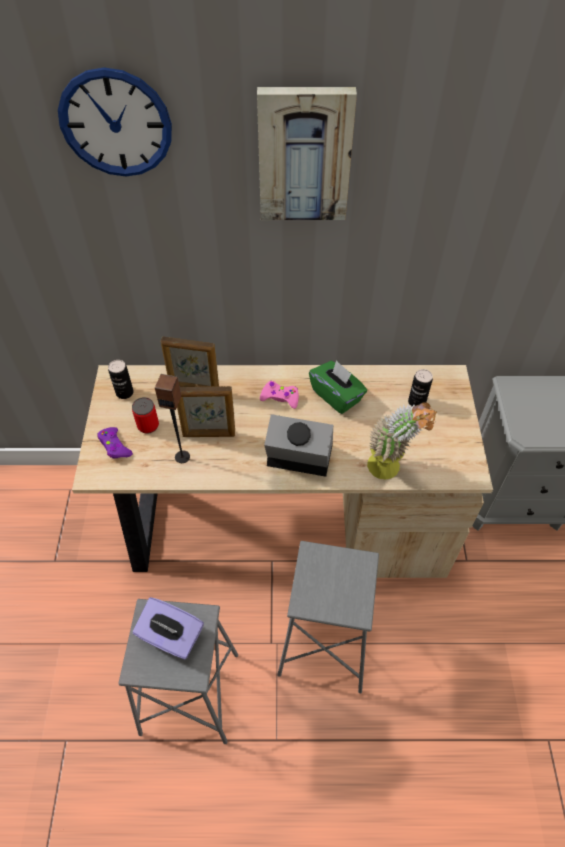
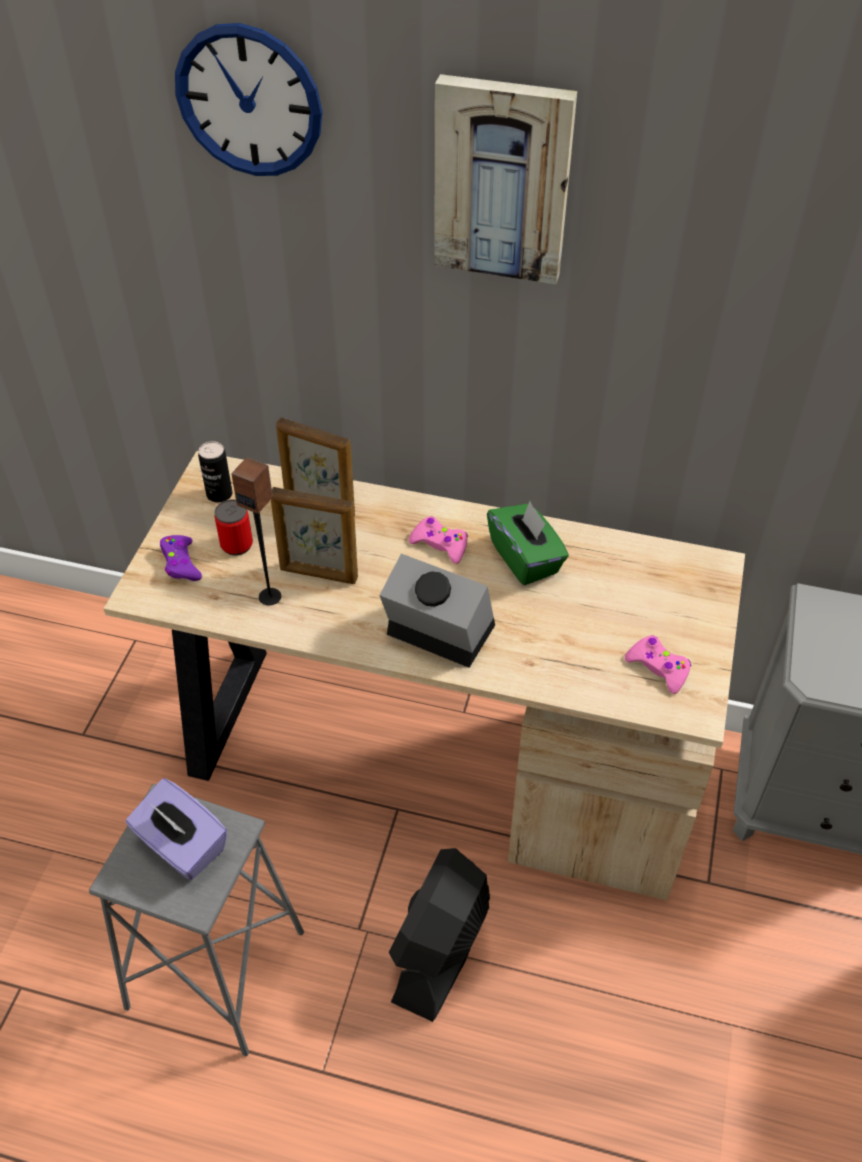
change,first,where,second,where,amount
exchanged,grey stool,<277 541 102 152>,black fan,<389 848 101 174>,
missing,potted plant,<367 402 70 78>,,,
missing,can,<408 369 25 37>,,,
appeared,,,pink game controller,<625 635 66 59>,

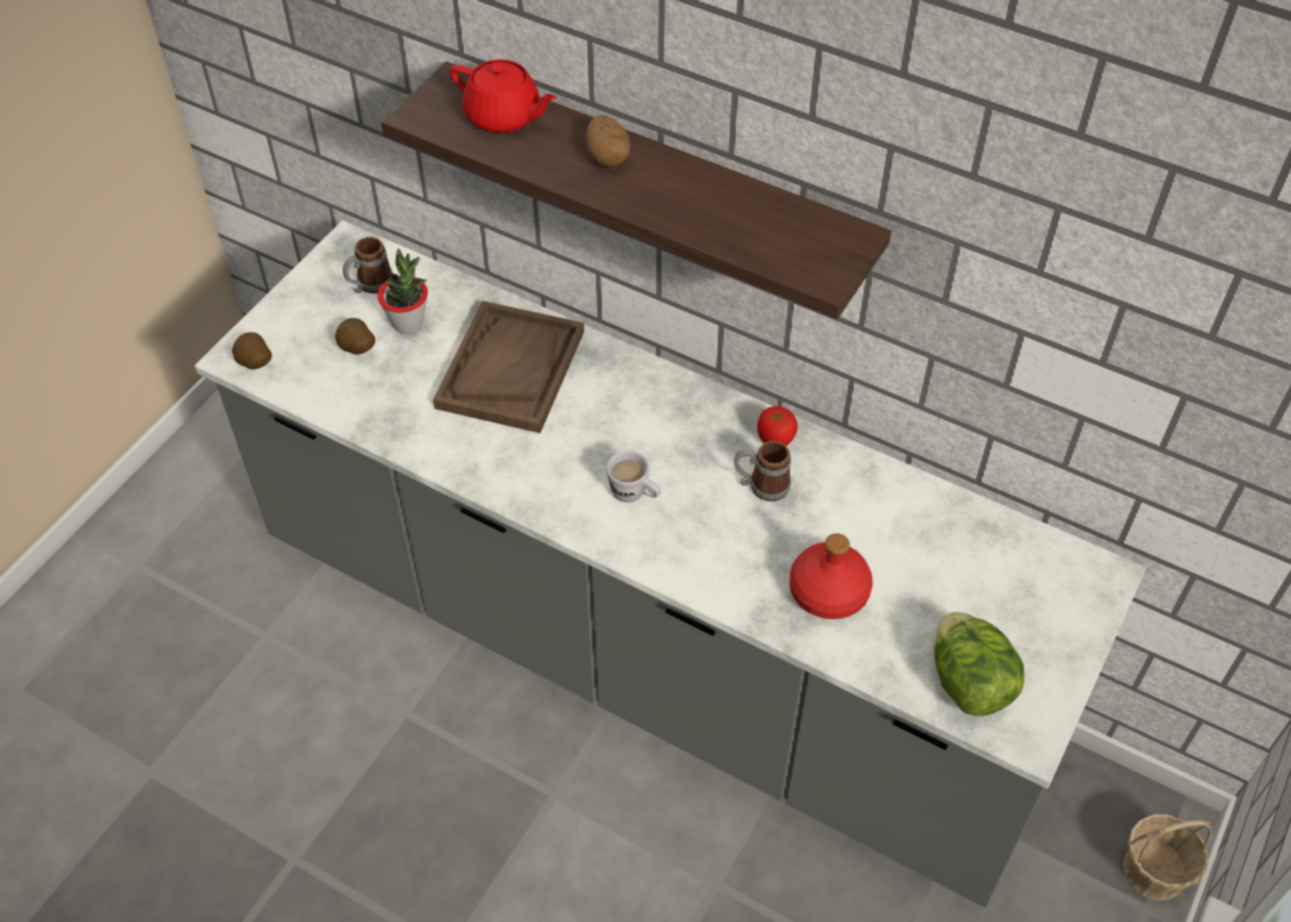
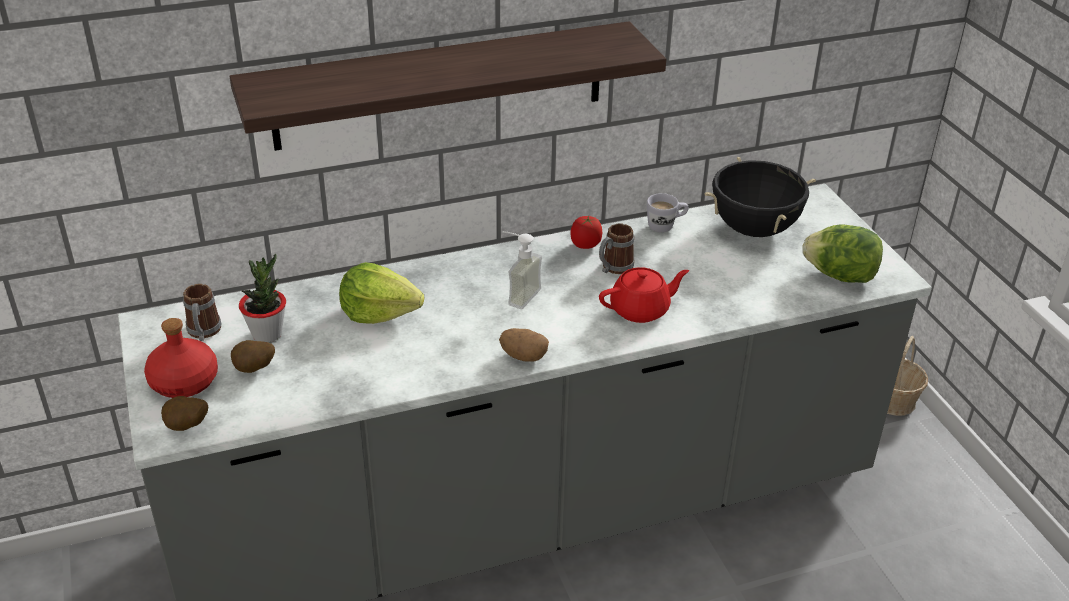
change,first,where,second,where,amount
exchanged,brown tray,<433 301 151 132>,lettuce,<339 262 85 62>,
relocated,red teapot,<450 59 107 74>,,<599 267 90 56>,
relocated,potato,<586 115 44 52>,,<499 328 50 34>,
relocated,white mug,<606 450 55 53>,,<647 193 42 39>,
relocated,red bottle,<790 534 83 85>,,<144 318 74 80>,
appeared,,,soap dispenser,<502 231 40 78>,
appeared,,,black cooking pot,<704 157 112 80>,

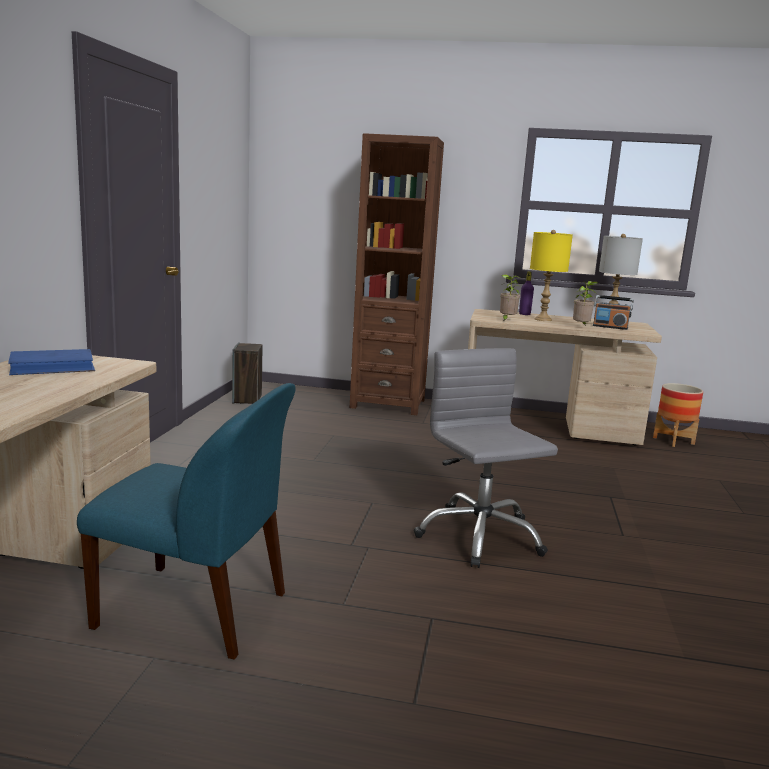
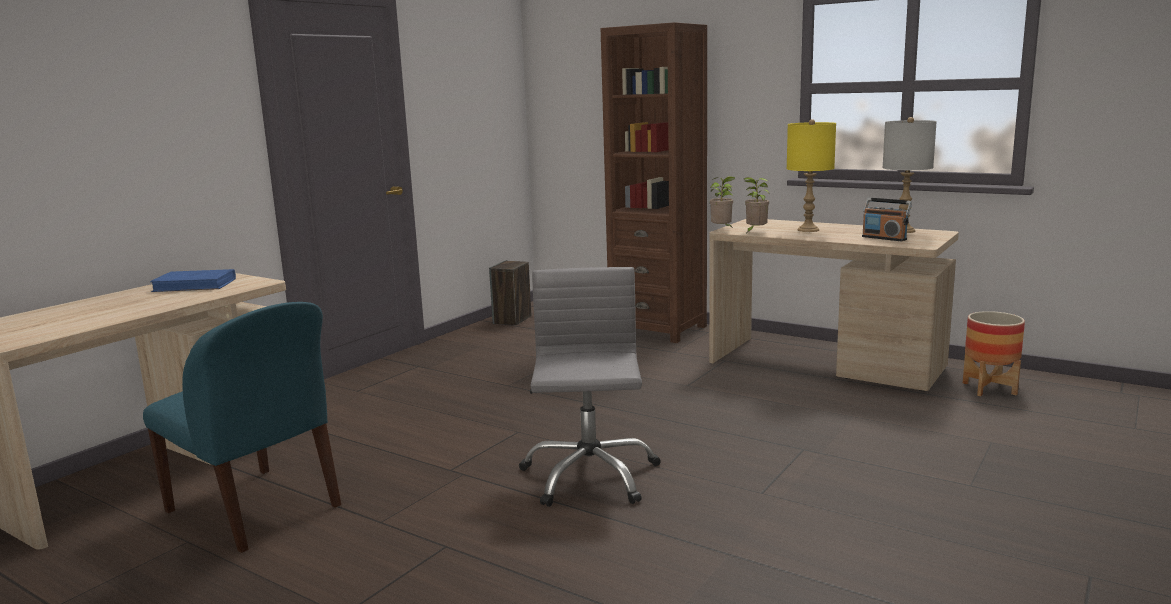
change,first,where,second,where,amount
missing,purple bottle,<519 271 15 44>,,,
relocated,potted plant,<573 281 25 45>,,<710 176 26 51>,

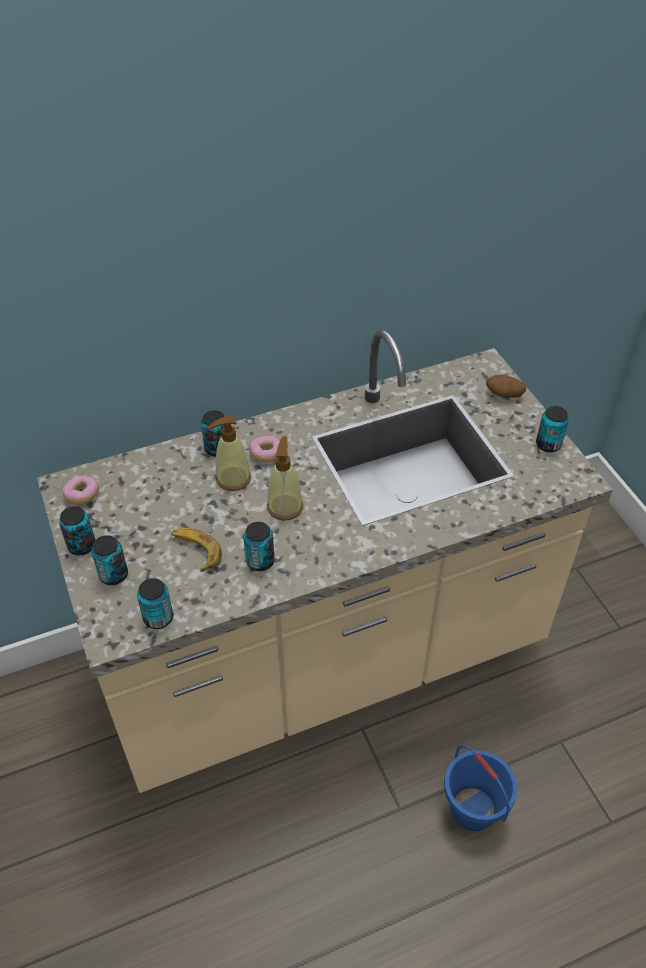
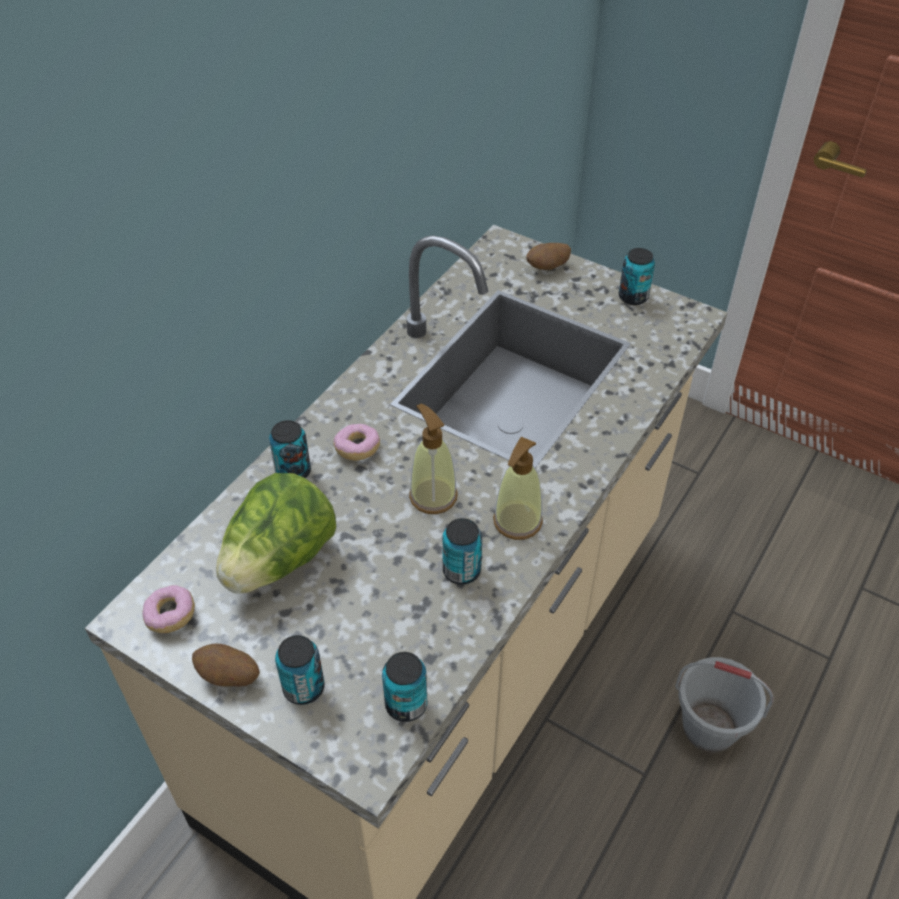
change,first,where,second,where,amount
exchanged,can,<59 506 36 49>,potato,<192 644 68 43>,
missing,banana,<171 528 51 44>,,,
relocated,soap dispenser,<208 416 43 75>,,<493 437 50 103>,
colour,blue bucket,<444 744 73 87>,grey bucket,<675 657 99 95>,
appeared,,,lettuce,<216 473 120 121>,

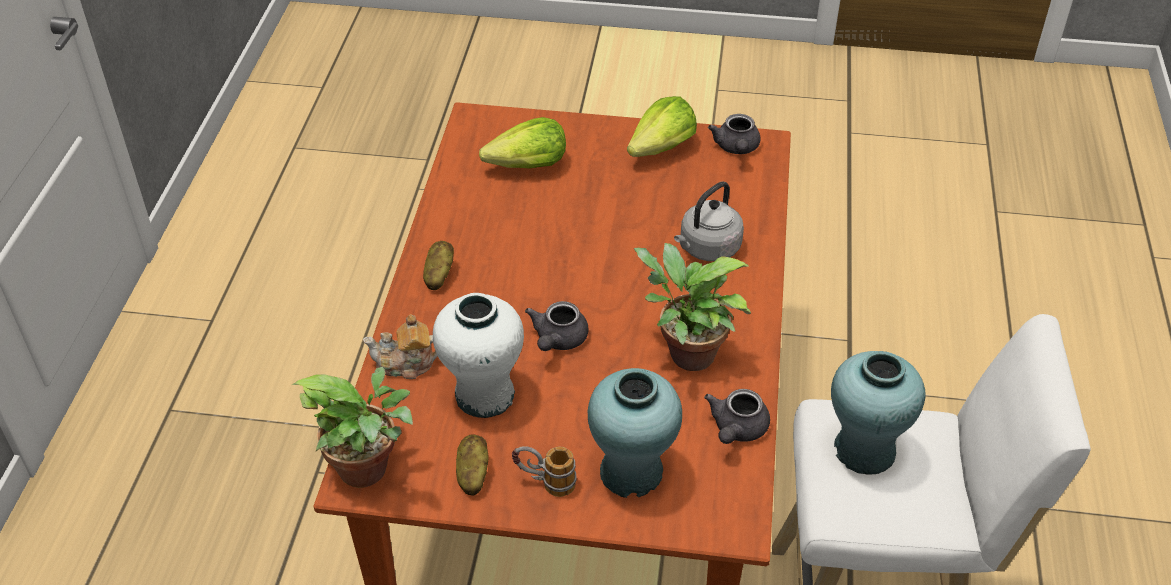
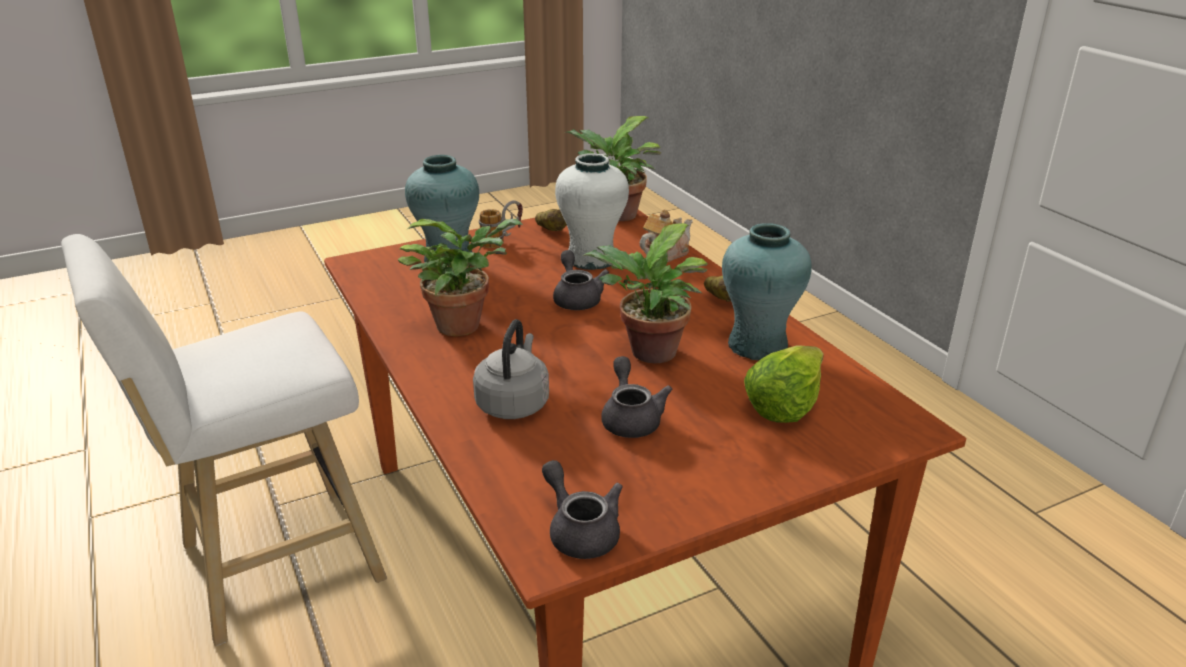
change,first,where,second,where,amount
missing,lettuce,<627 96 70 61>,,,
relocated,grey teapot,<704 389 66 55>,,<601 356 71 82>,
relocated,turquoise vase,<831 351 95 123>,,<722 223 90 137>,
appeared,,,potted plant,<583 223 125 141>,

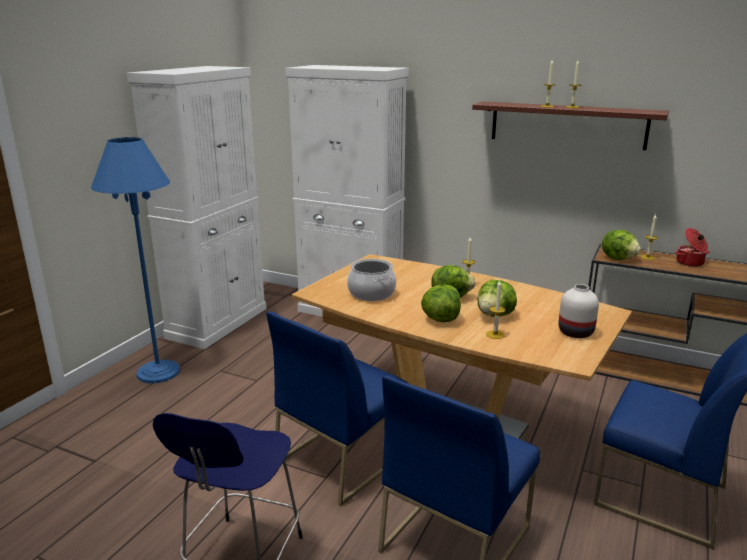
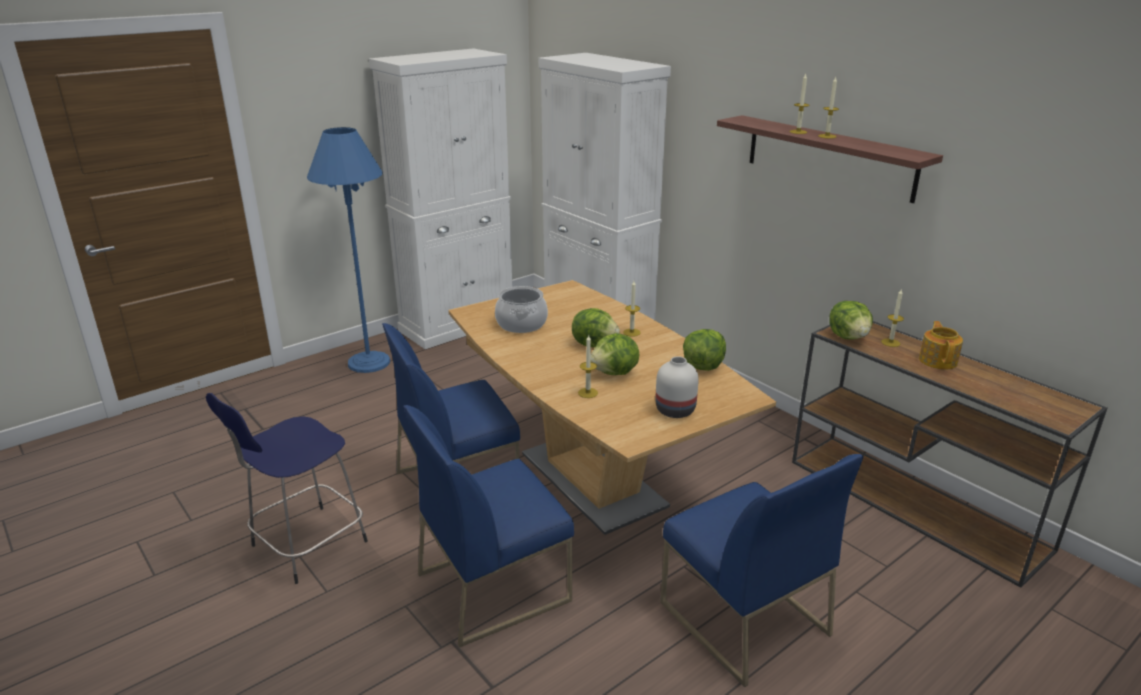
change,first,where,second,where,amount
relocated,lettuce,<421 284 40 38>,,<683 329 43 42>,
exchanged,cooking pot,<675 228 34 39>,teapot,<919 321 44 49>,

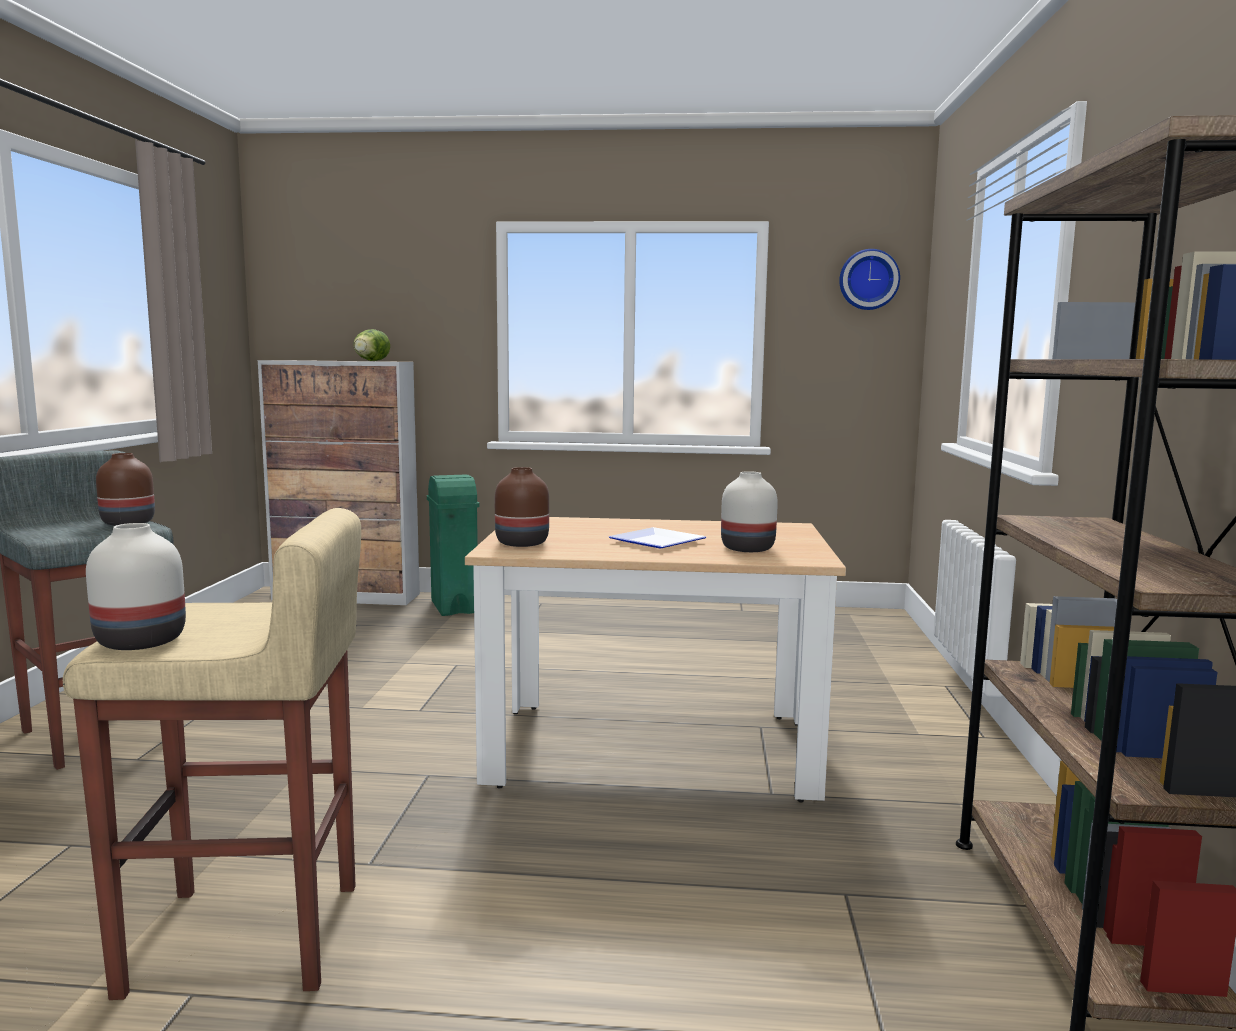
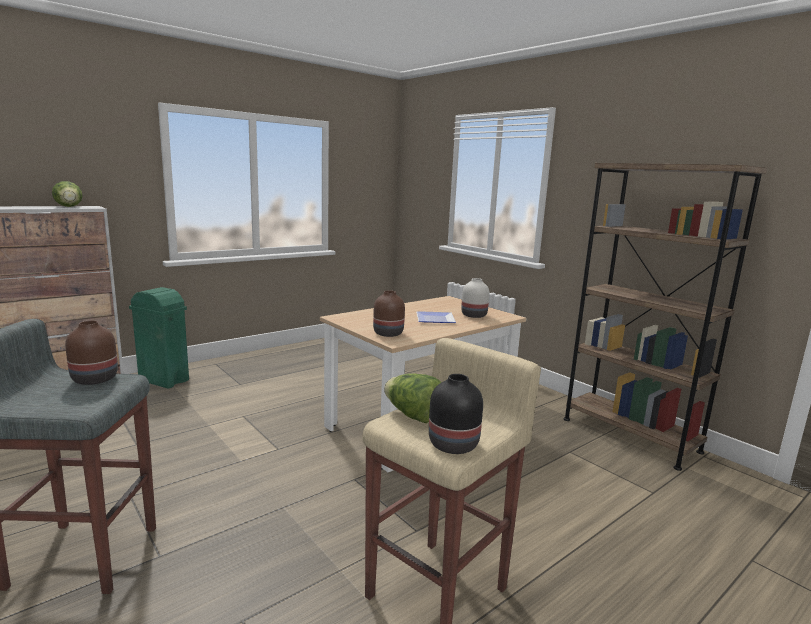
change,first,where,second,where,amount
colour,white vase,<86 523 100 127>,black vase,<429 374 54 80>,
missing,wall clock,<839 249 61 61>,,,
appeared,,,lettuce,<384 373 57 50>,

